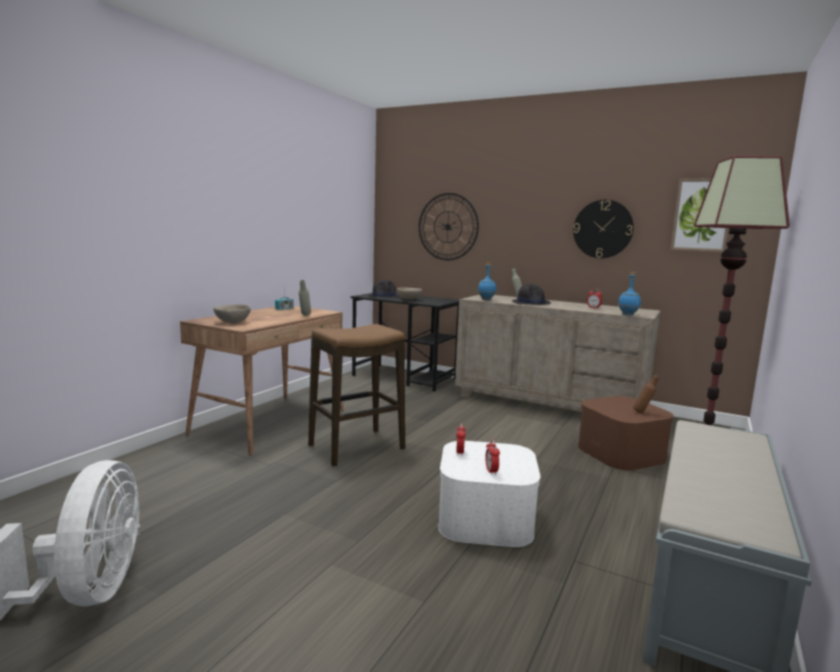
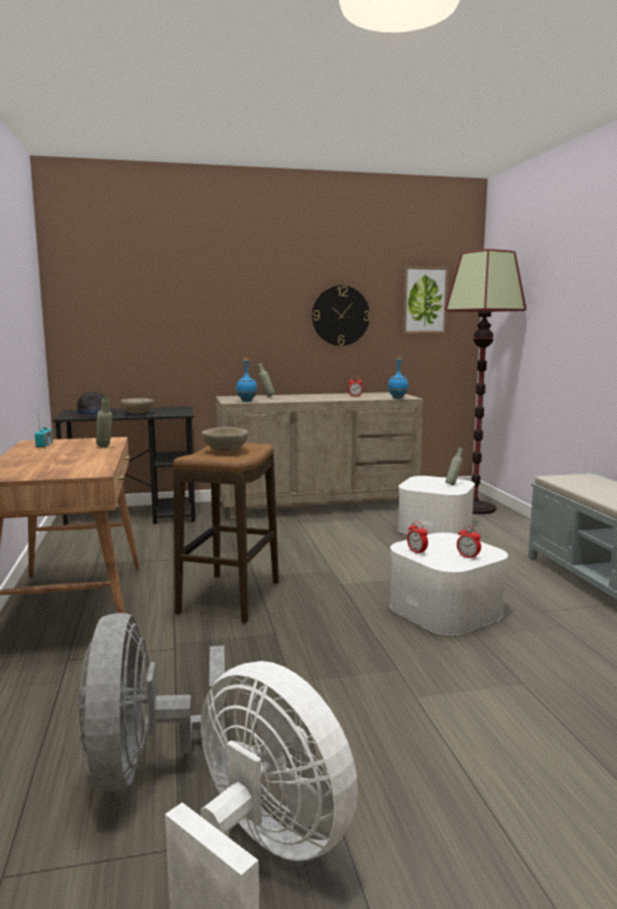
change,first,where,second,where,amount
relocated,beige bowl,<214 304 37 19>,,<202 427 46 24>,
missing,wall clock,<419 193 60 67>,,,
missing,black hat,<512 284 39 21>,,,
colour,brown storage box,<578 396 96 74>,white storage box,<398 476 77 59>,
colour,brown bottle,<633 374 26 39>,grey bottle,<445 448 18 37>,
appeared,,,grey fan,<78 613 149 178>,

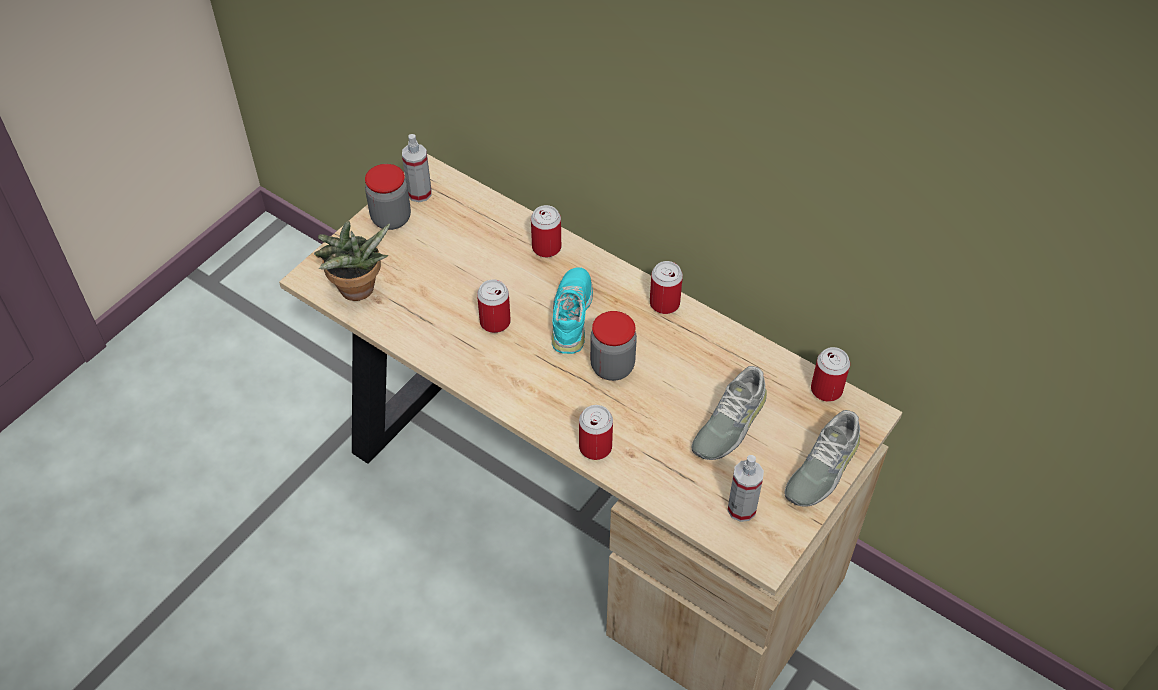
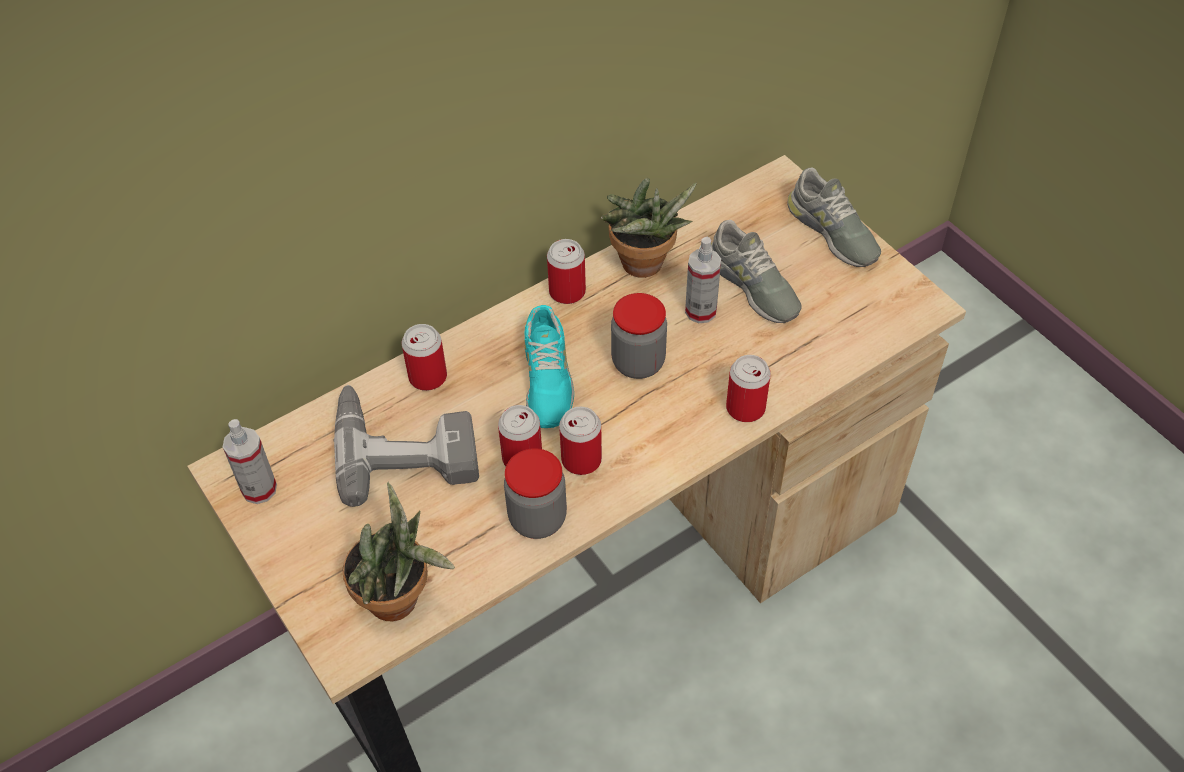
change,first,where,second,where,amount
relocated,jar,<365 164 46 66>,,<504 448 63 91>,
spun,turquoise shoe,<551 268 42 86>,,<525 305 49 123>,120 degrees counterclockwise
relocated,spray bottle,<727 455 37 67>,,<685 237 36 86>,
relocated,can,<811 347 39 55>,,<559 407 43 68>,
appeared,,,power drill,<334 385 145 122>,
appeared,,,potted plant,<601 178 96 100>,

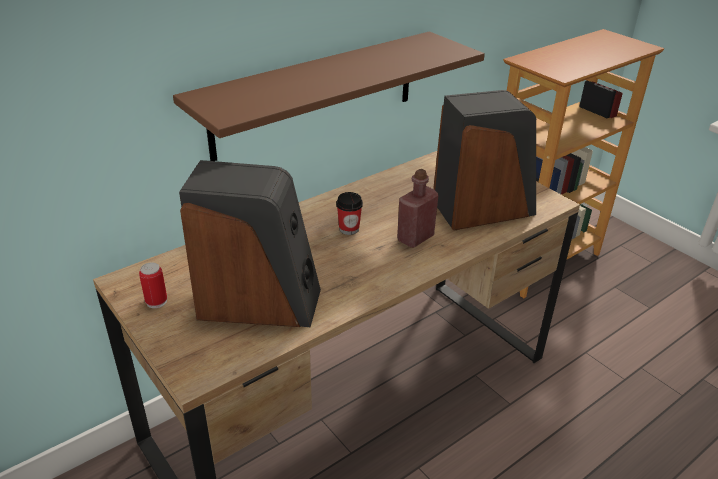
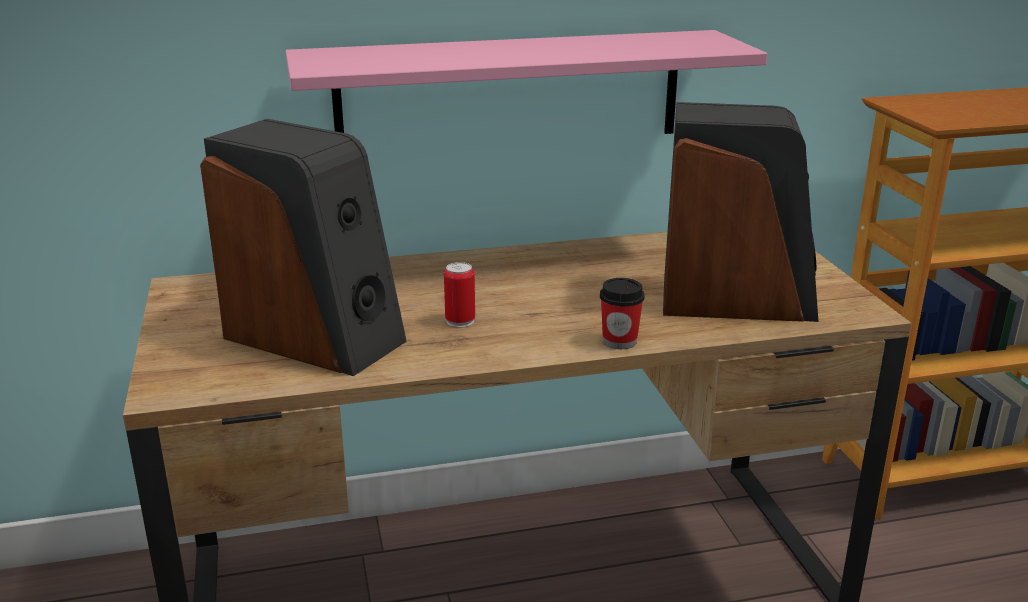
change,first,where,second,where,amount
relocated,can,<139 263 28 45>,,<444 262 31 66>,
colour,brown shelf,<173 31 312 130>,pink shelf,<286 30 481 104>,
relocated,cup,<336 192 27 43>,,<600 278 45 71>,
missing,red bottle,<397 169 42 79>,,,

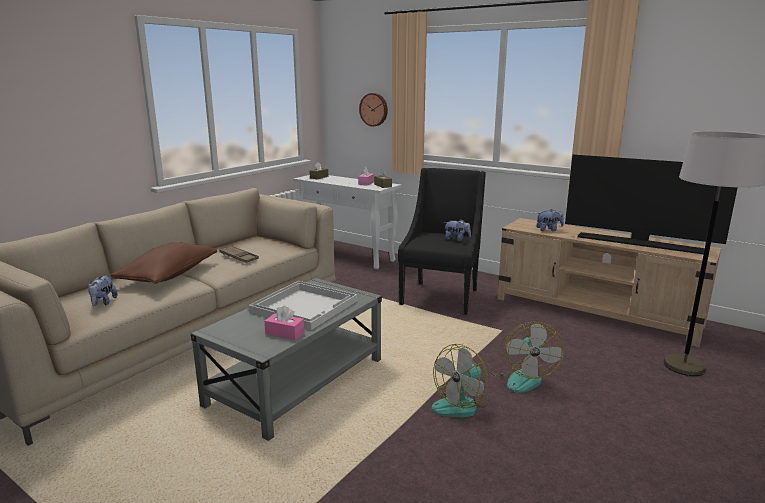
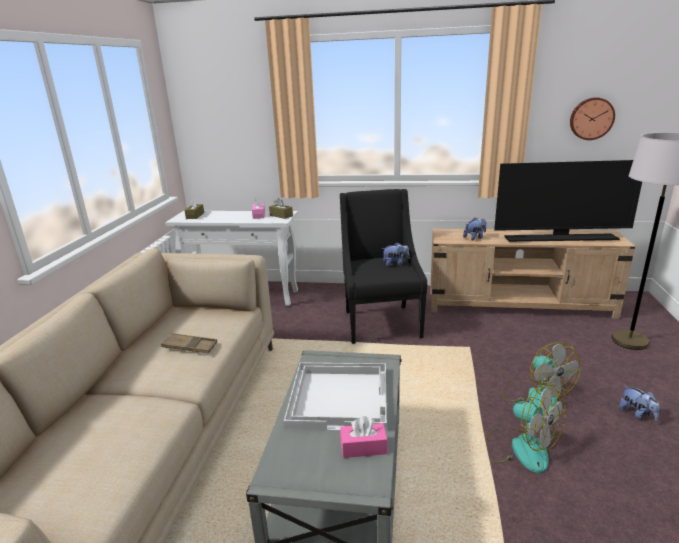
change,first,where,second,where,amount
relocated,plush toy,<88 275 30 31>,,<619 385 41 36>,
missing,brown pillow,<110 242 107 42>,,,
relocated,wall clock,<359 93 29 33>,,<570 97 45 43>,
spun,fan,<432 344 57 73>,,<485 385 81 88>,60 degrees counterclockwise

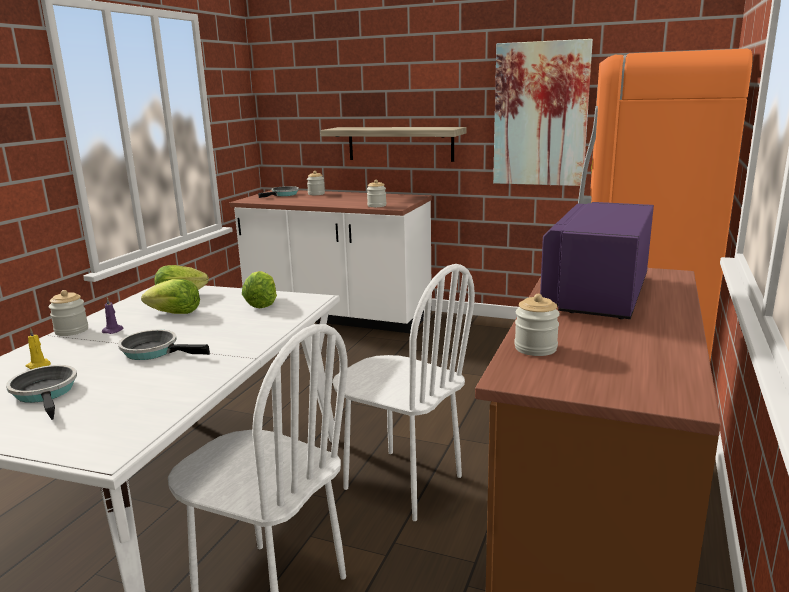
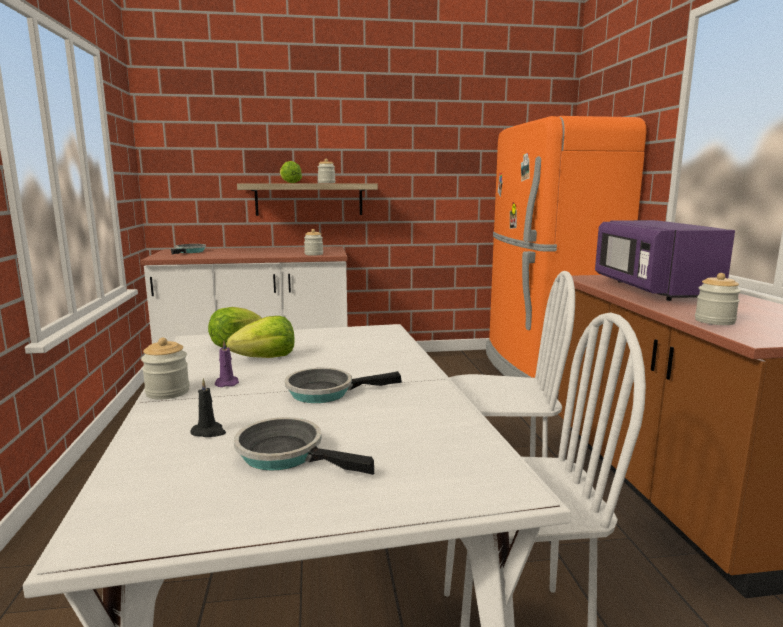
change,first,where,second,where,amount
colour,yellow candle,<26 327 25 43>,black candle,<191 378 35 59>,
relocated,lettuce,<242 271 35 37>,,<280 161 22 22>,
relocated,jar,<307 171 18 24>,,<318 159 17 24>,
missing,picture,<493 39 100 147>,,,

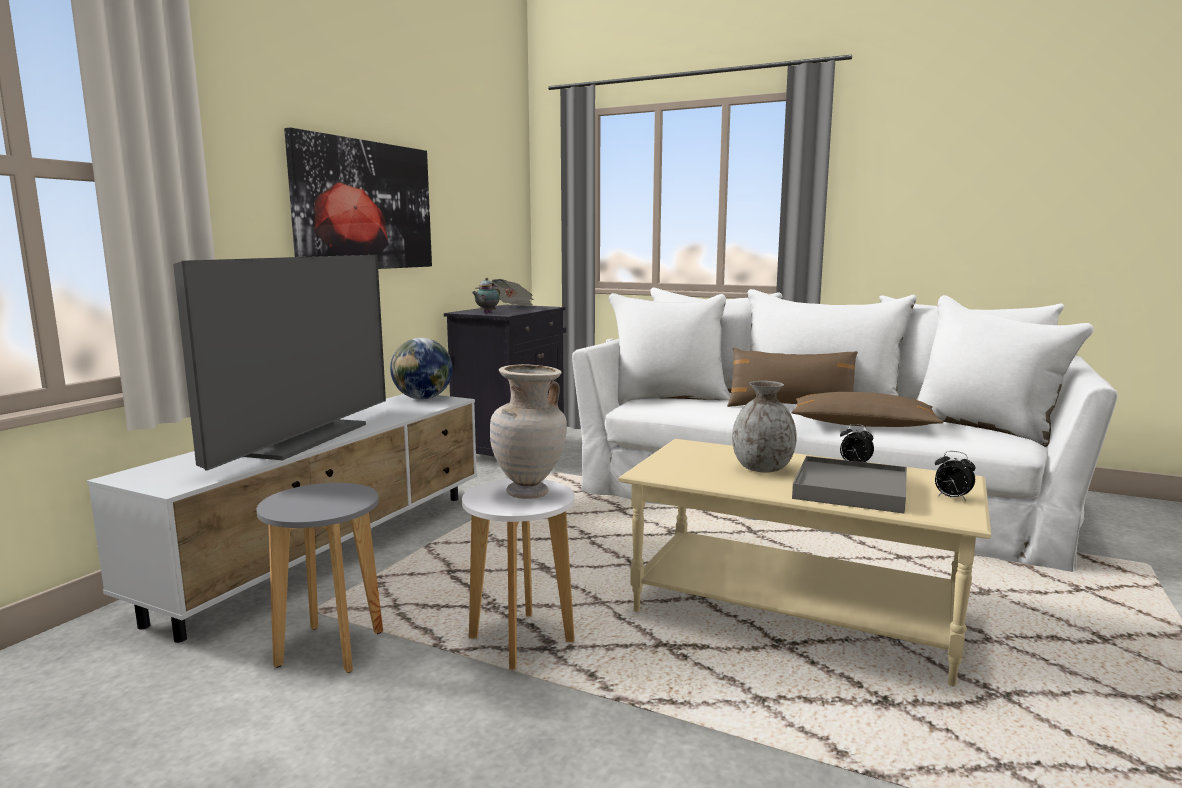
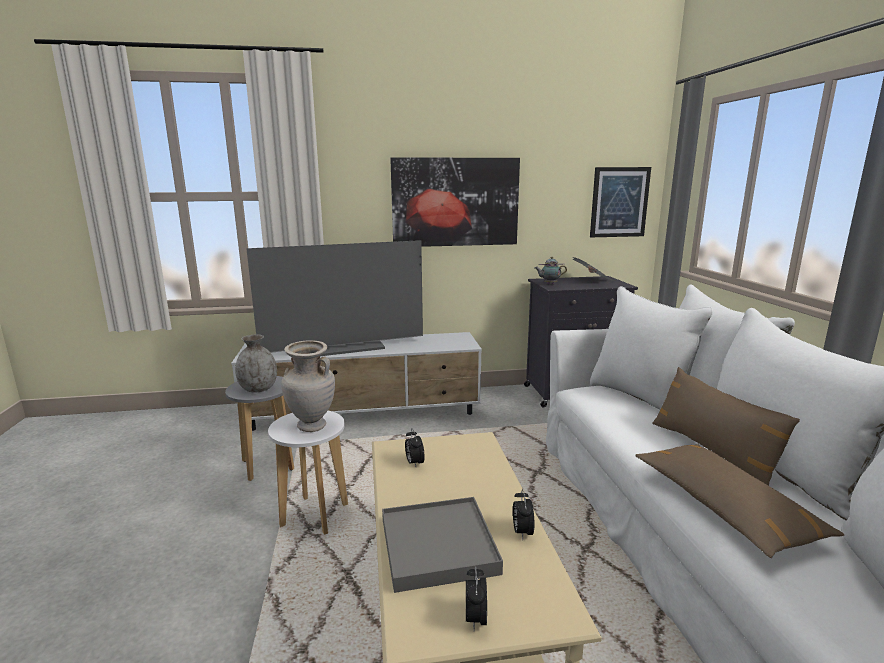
change,first,where,second,where,amount
missing,globe,<390 338 63 61>,,,
relocated,grey vase,<732 381 65 91>,,<235 334 42 58>,
appeared,,,alarm clock,<405 428 20 39>,
appeared,,,picture,<590 167 61 70>,

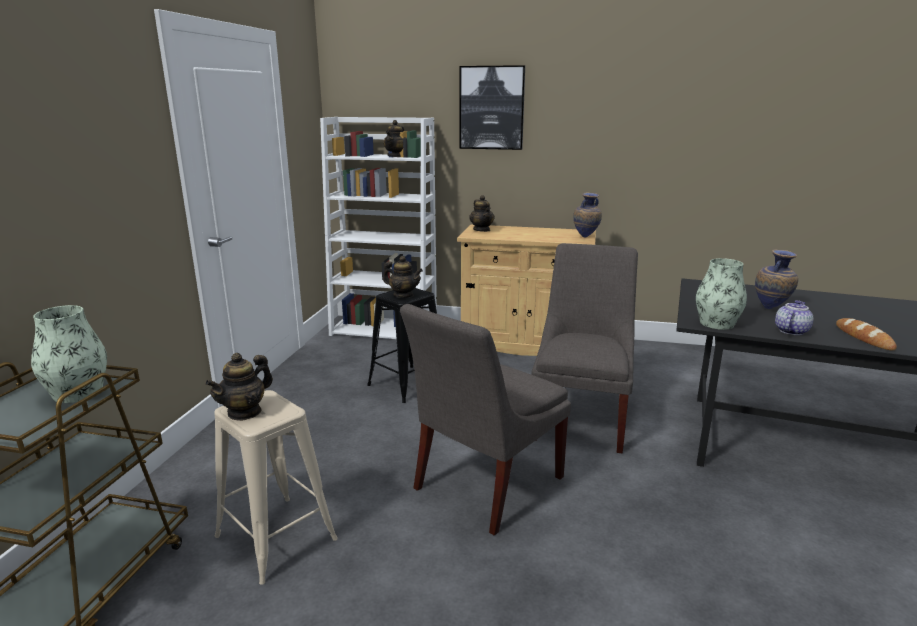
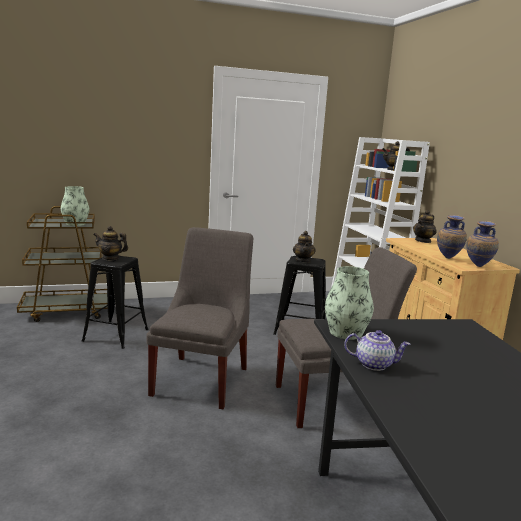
change,first,where,second,where,amount
colour,beige stool,<214 390 124 195>,black stool,<82 256 66 93>,
spun,grey chair,<400 304 171 231>,,<147 227 106 182>,90 degrees clockwise
missing,picture,<460 65 65 85>,,,
relocated,vase,<755 250 43 59>,,<437 215 30 44>,
missing,bread,<836 318 61 33>,,,

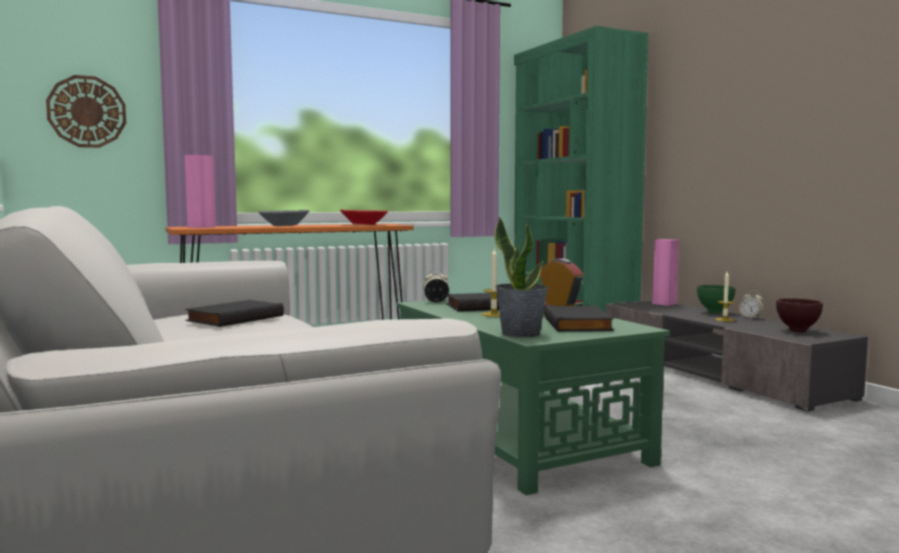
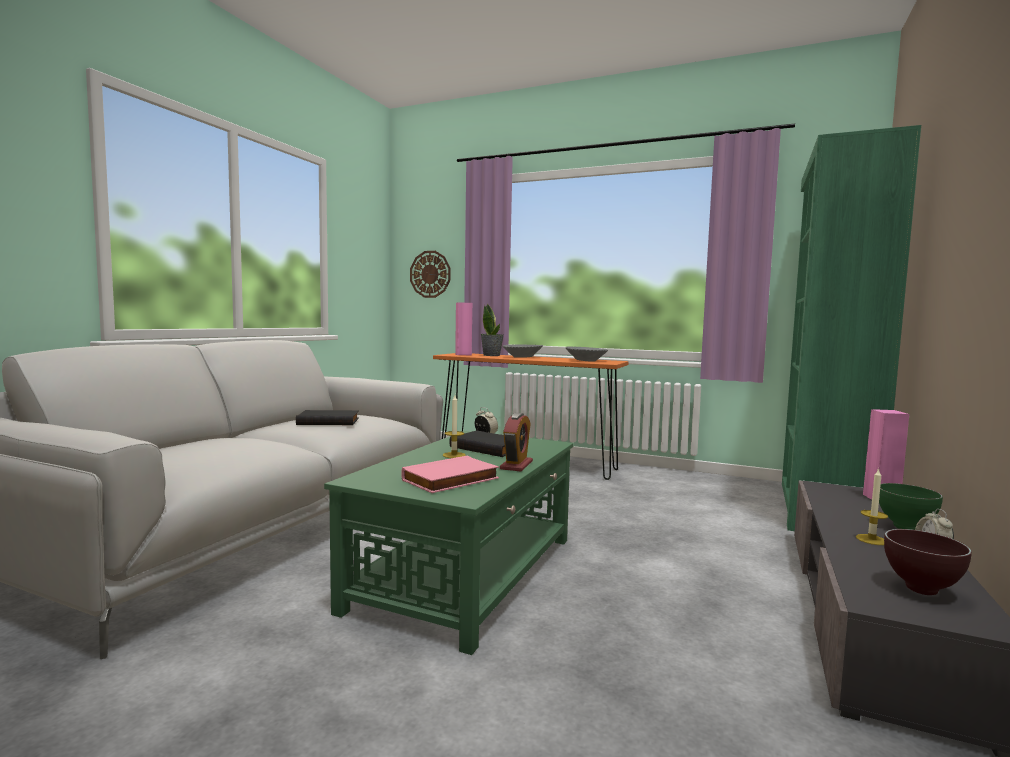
change,first,where,second,where,amount
colour,red bowl,<340 210 48 15>,grey bowl,<565 346 43 16>,
relocated,potted plant,<495 216 53 122>,,<480 304 24 52>,
colour,black book,<544 305 70 27>,pink book,<401 456 98 37>,

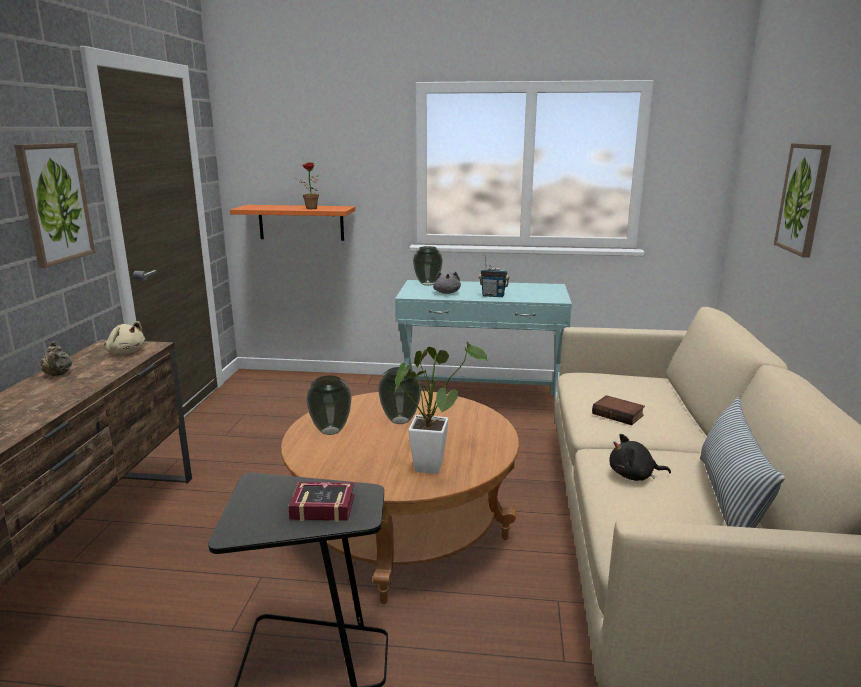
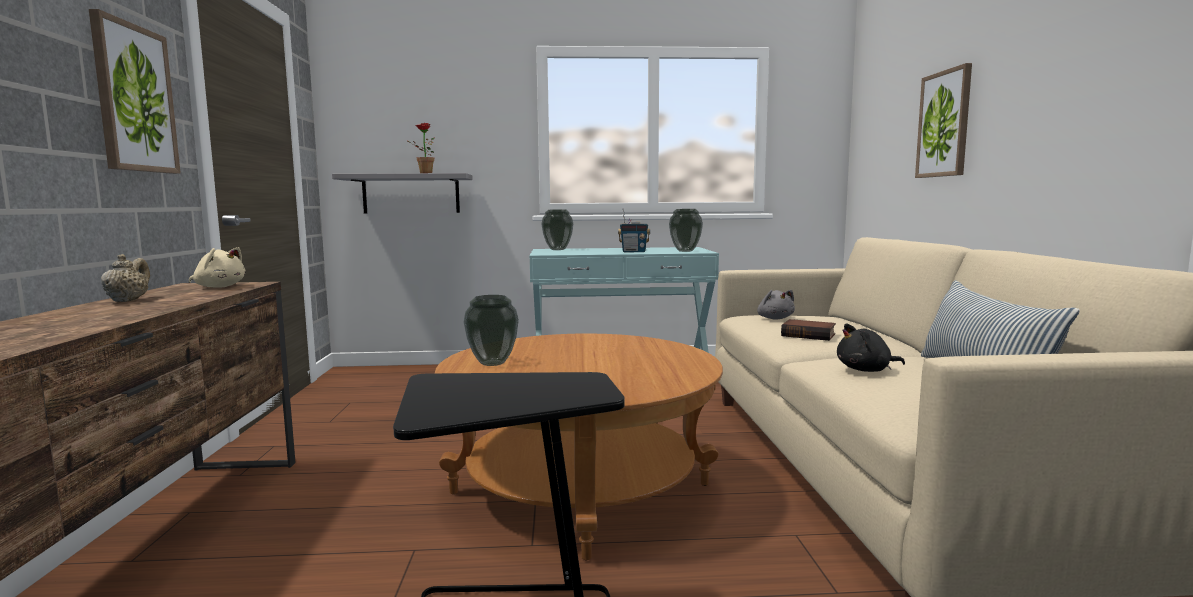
change,first,where,second,where,amount
spun,beige teapot,<41 341 31 35>,,<101 254 49 48>,150 degrees counterclockwise
colour,orange shelf,<230 205 126 36>,grey shelf,<332 173 141 41>,
missing,book,<288 482 67 40>,,,
relocated,vase,<378 367 43 57>,,<669 209 34 43>,
missing,potted plant,<394 342 94 132>,,,
relocated,grey plush toy,<433 271 28 23>,,<757 290 38 30>,

